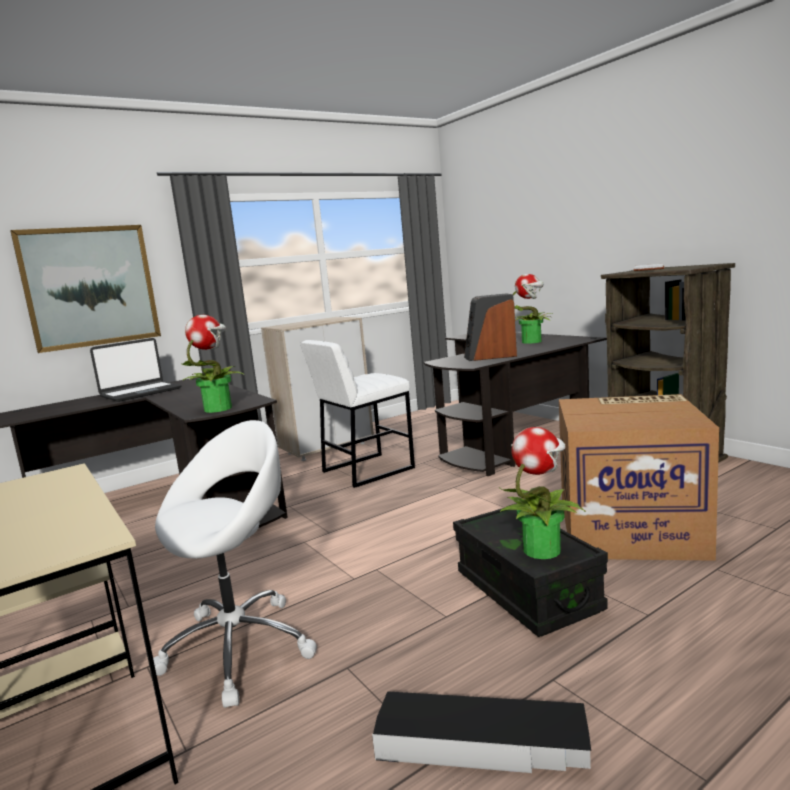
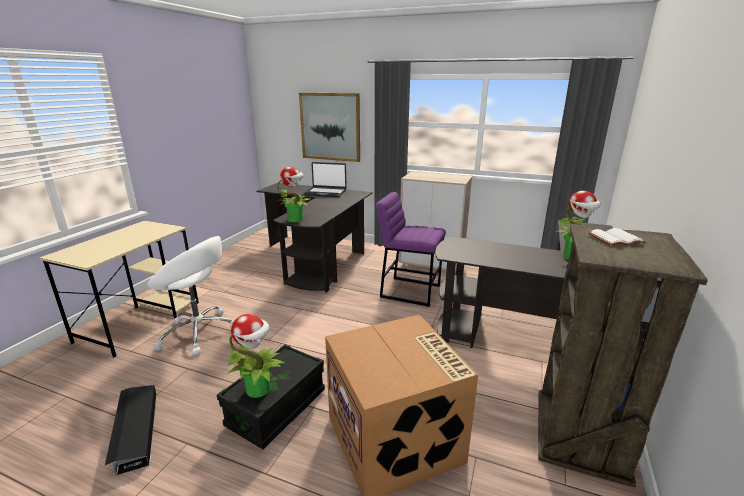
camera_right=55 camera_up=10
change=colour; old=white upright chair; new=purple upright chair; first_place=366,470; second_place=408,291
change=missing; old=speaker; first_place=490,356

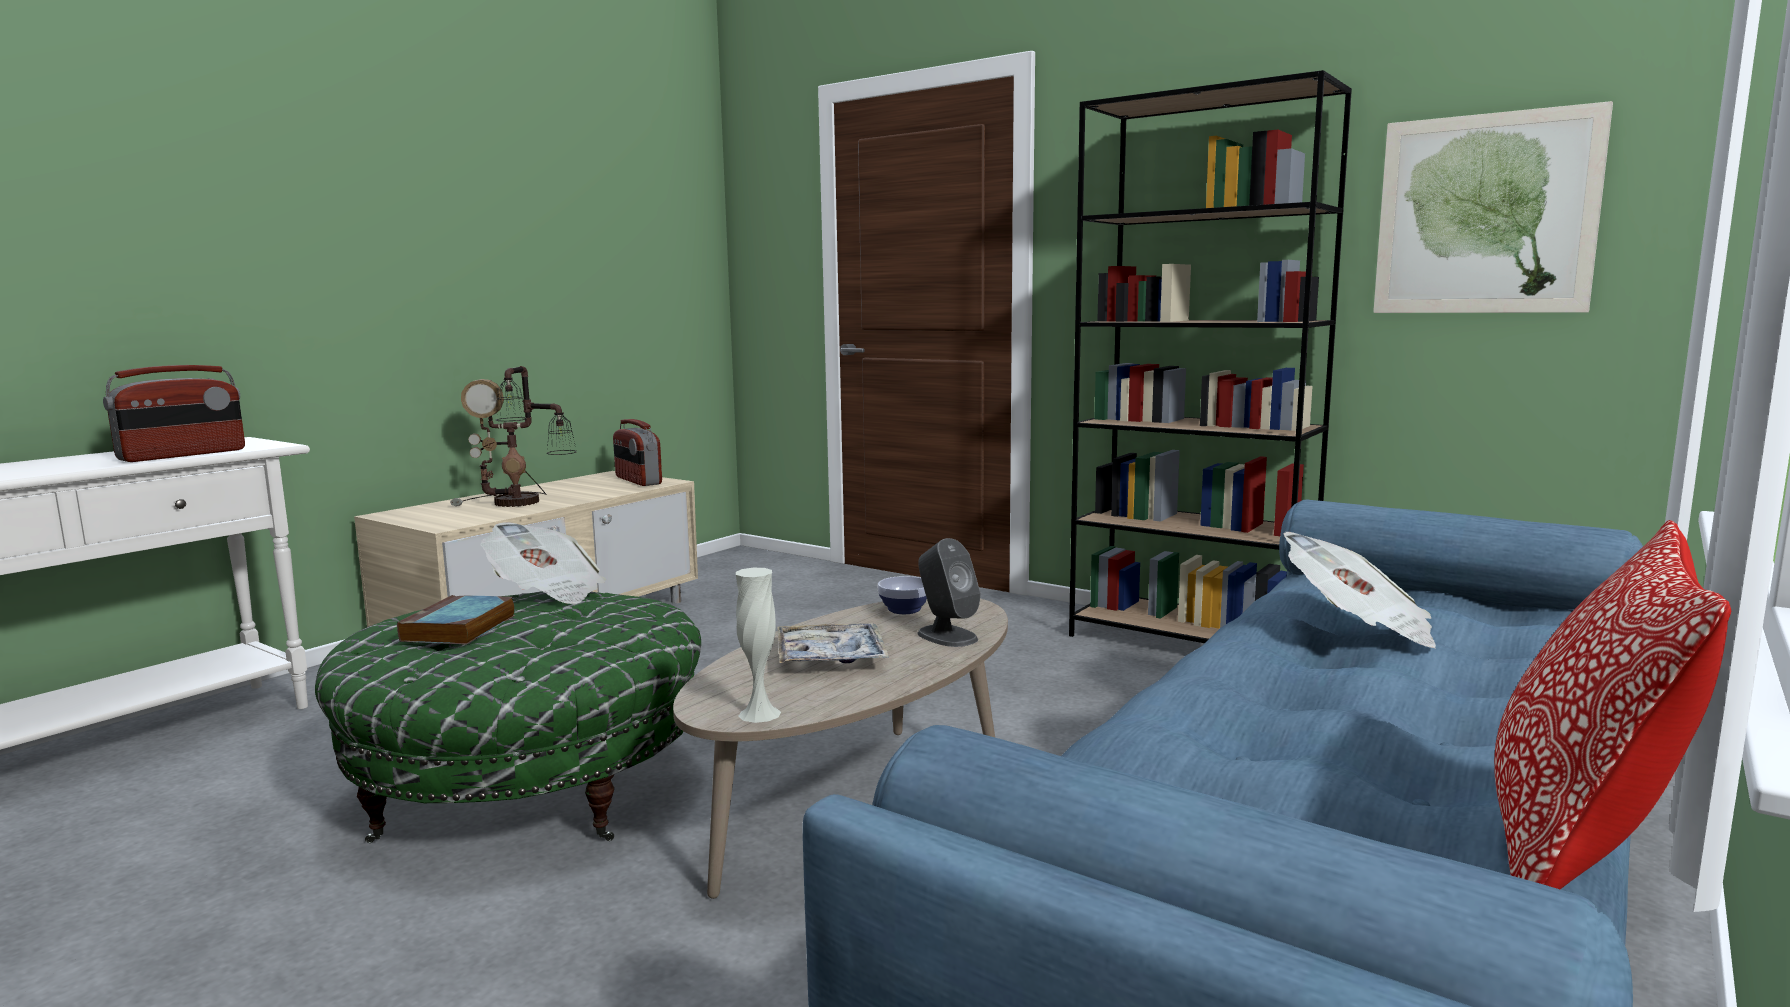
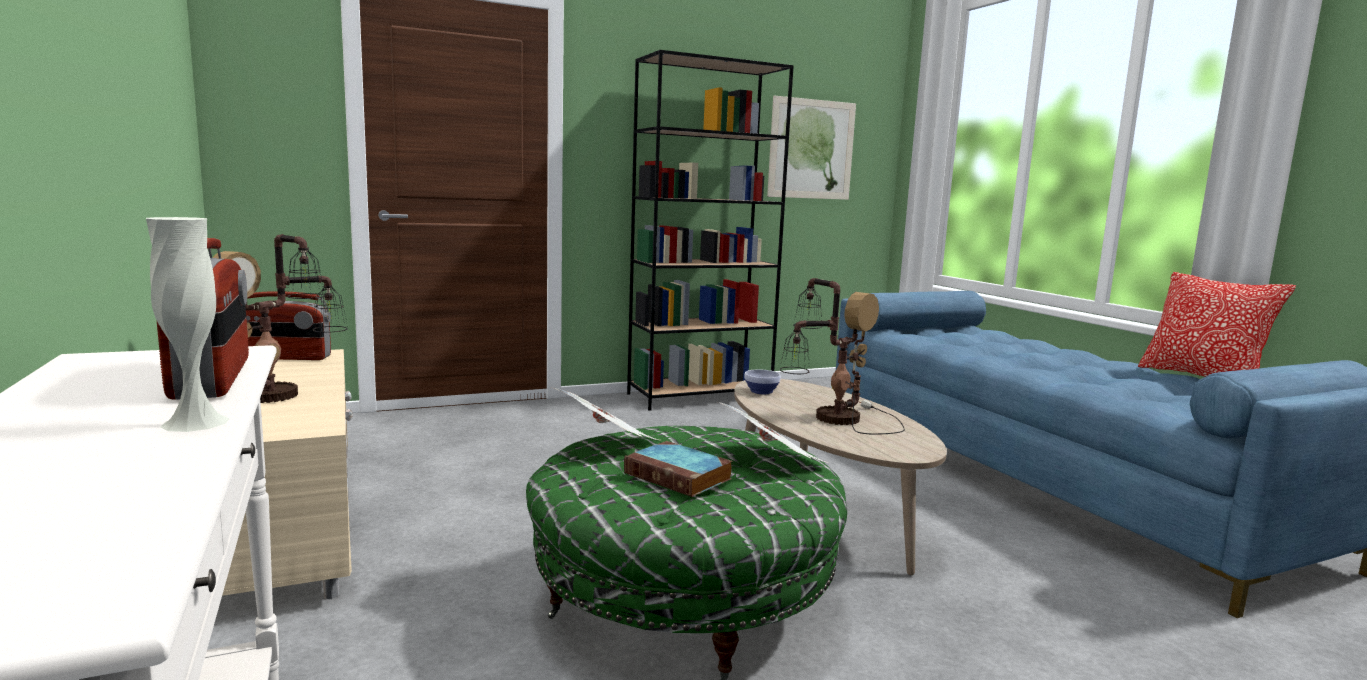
camera_right=-60 camera_up=0
change=relocated; old=white flower vase; first_place=759,714; second_place=195,422
change=relocated; old=daily paper; first_place=1359,628; second_place=771,461
change=exchanged; old=serving tray; new=lamp for a table; first_place=830,657; second_place=834,419
change=missing; old=gray speaker; first_place=946,636

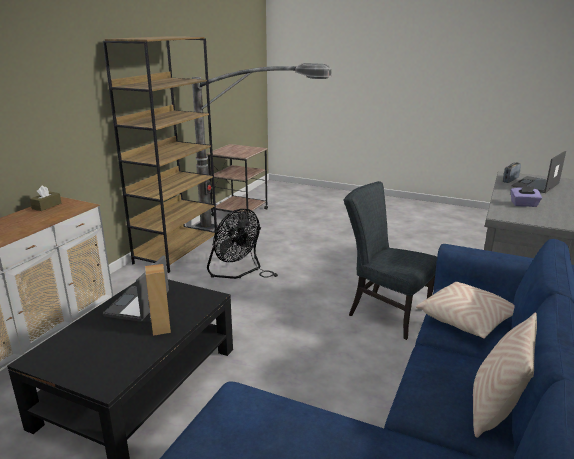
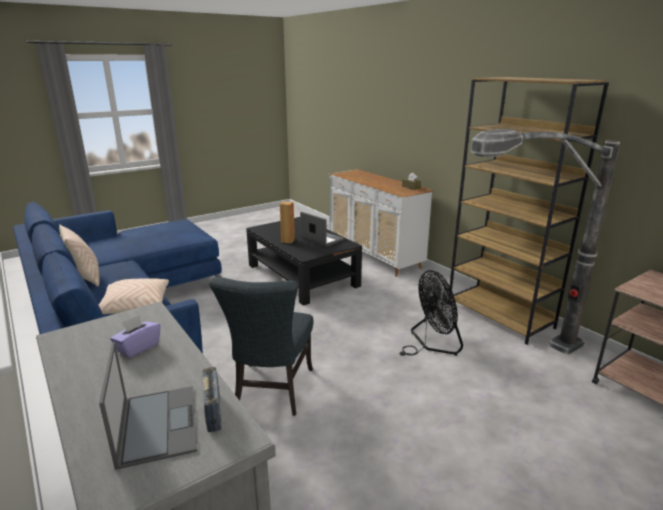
camera_right=120 camera_up=0
change=spun; old=gray upright chair; first_place=384,312; second_place=271,392; degrees=120

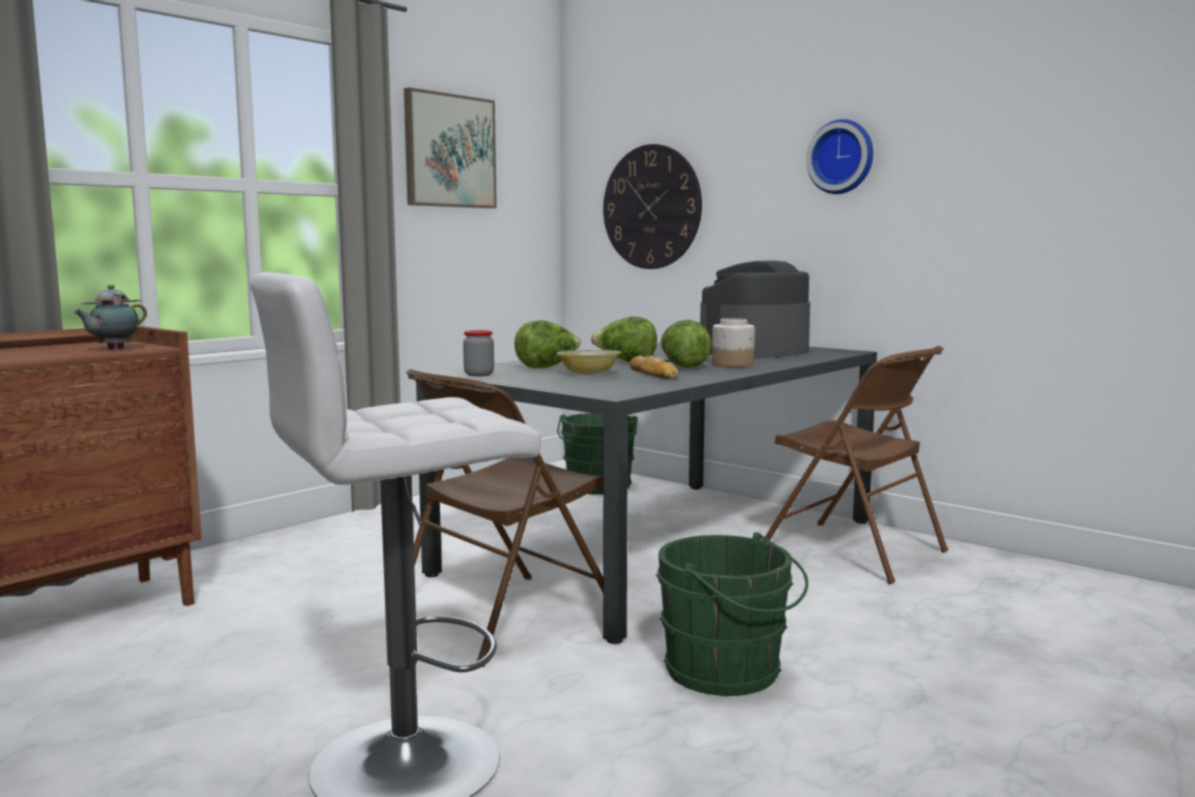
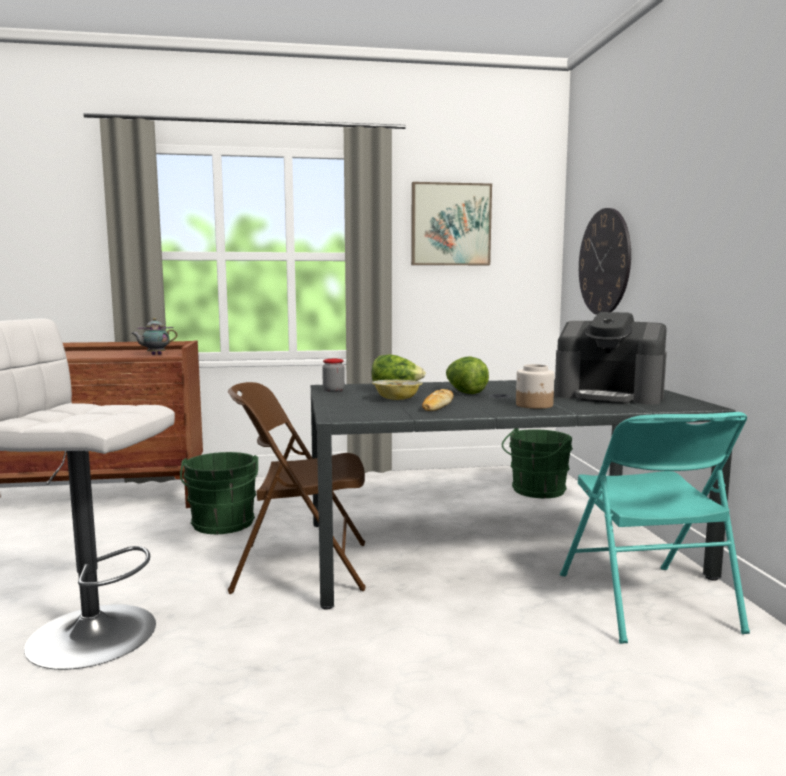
camera_right=40 camera_up=0
change=relocated; old=green-coloured pail; first_place=728,673; second_place=222,525
change=spun; old=coffee brewer; first_place=754,351; second_place=609,396; degrees=-150
change=colour; old=brownish upright chair; new=blue-green upright chair; first_place=852,551; second_place=645,602
change=missing; old=lettuce head; first_place=683,366
change=missing; old=hanging clock; first_place=842,157

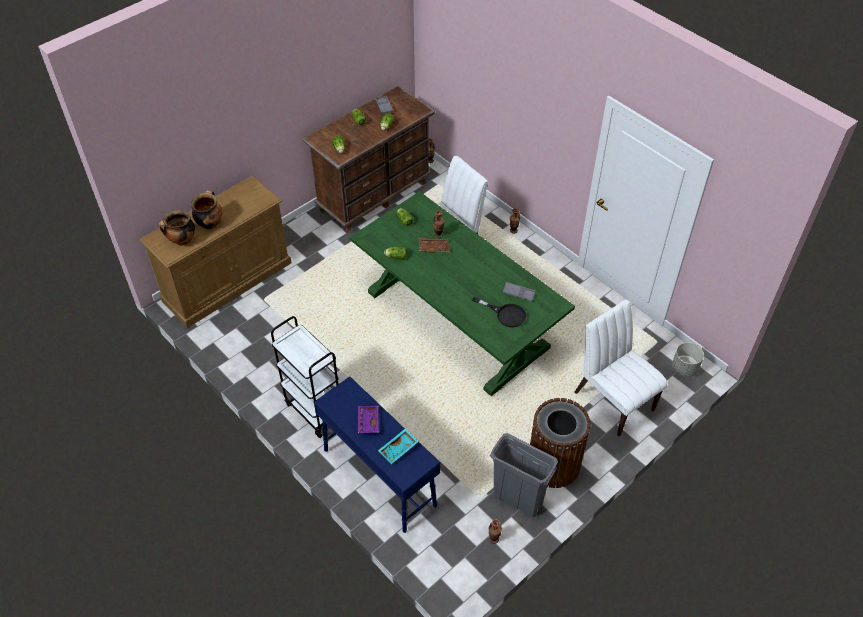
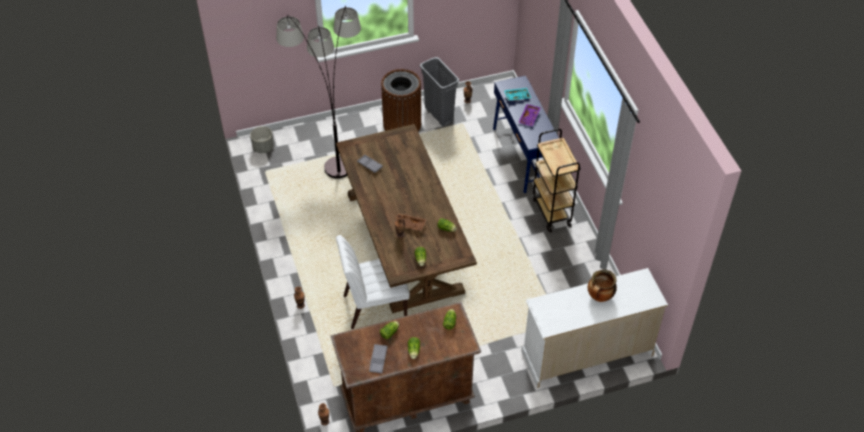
camera_right=-155 camera_up=0
change=exchanged; old=white upright chair; new=standing lamp; first_place=614,402; second_place=331,145
change=colour; old=green-coloured dining table; new=brownish dining table; first_place=457,320; second_place=403,242
change=colour; old=brownish storage cabinet; new=white storage cabinet; first_place=228,281; second_place=586,352
change=colour; old=white trolley; new=brownish trolley; first_place=313,413; second_place=552,213
change=missing; old=saucepot; first_place=182,241
change=missing; old=black skillet; first_place=505,314

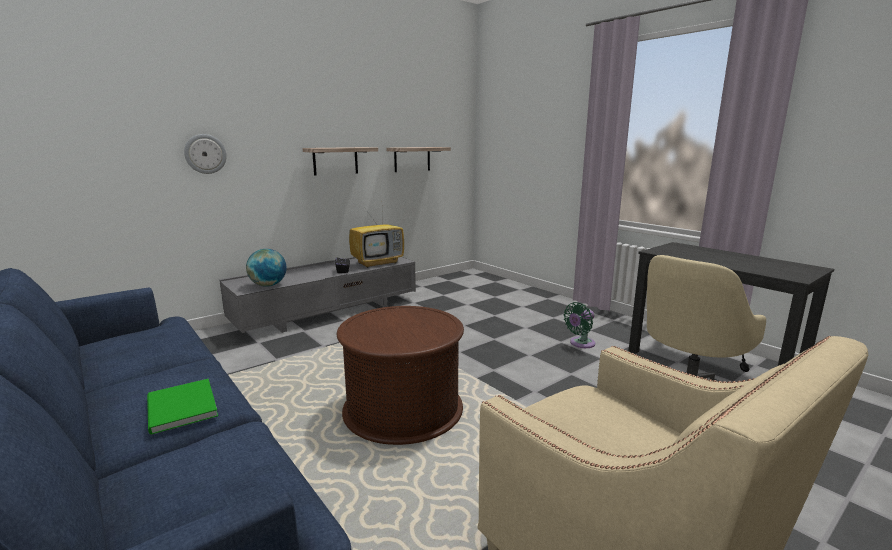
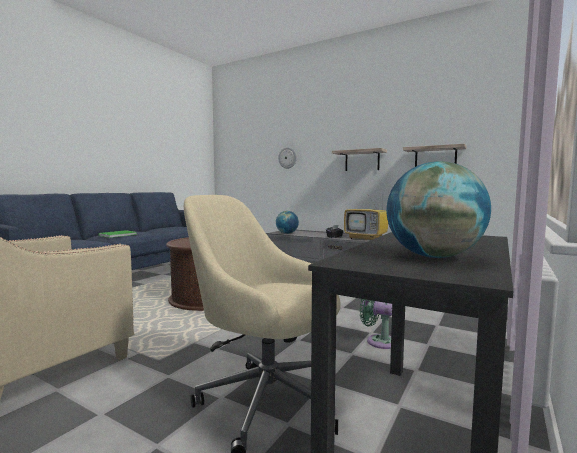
camera_right=70 camera_up=-10
change=appeared; new=desk globe; second_place=434,257

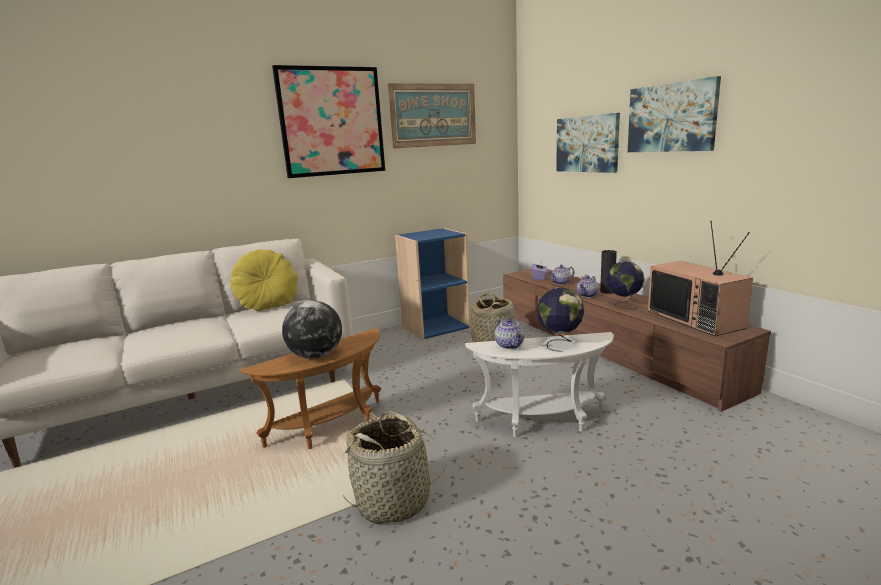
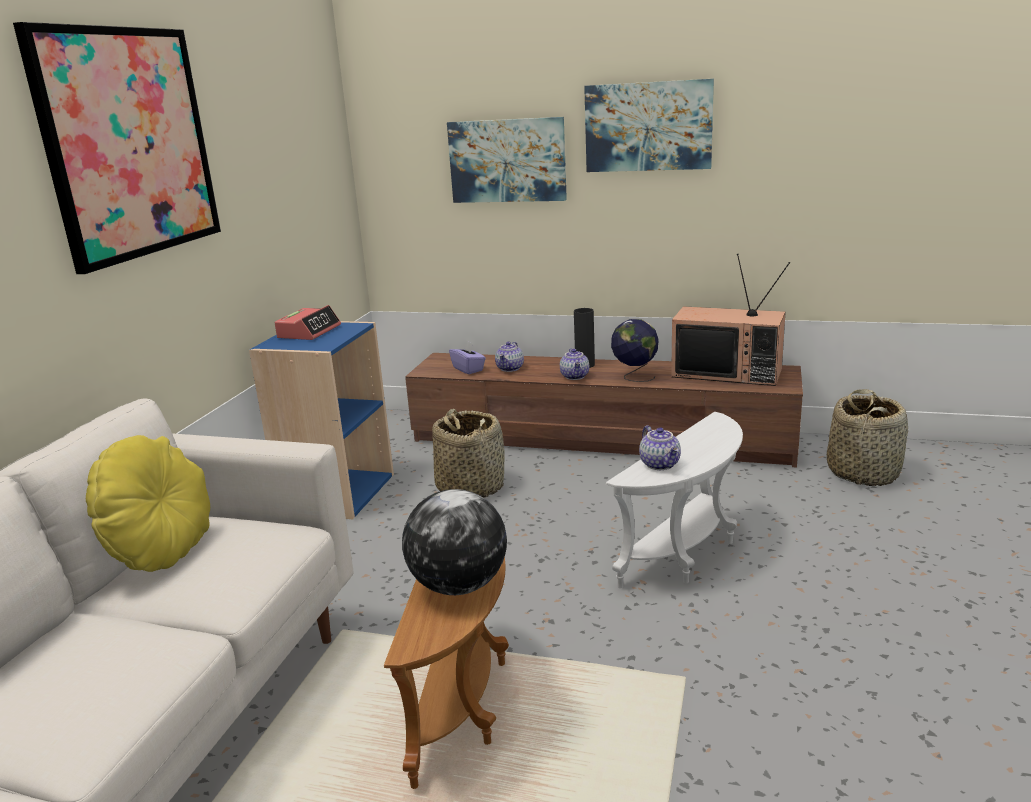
camera_right=-45 camera_up=5
change=appeared; new=alarm clock; second_place=309,332
change=spun; old=teapot; first_place=510,345; second_place=661,464; degrees=45
change=relocated; old=household basket; first_place=394,501; second_place=863,472
change=missing; old=picture; first_place=433,115
change=missing; old=desk globe; first_place=559,343

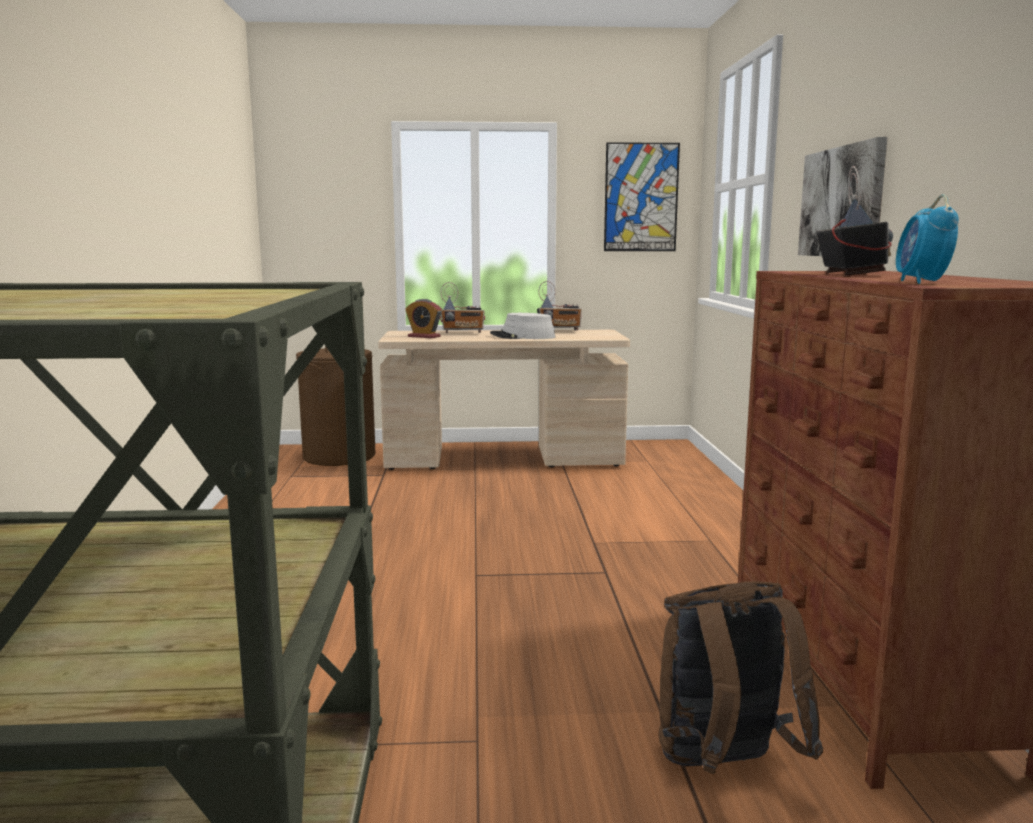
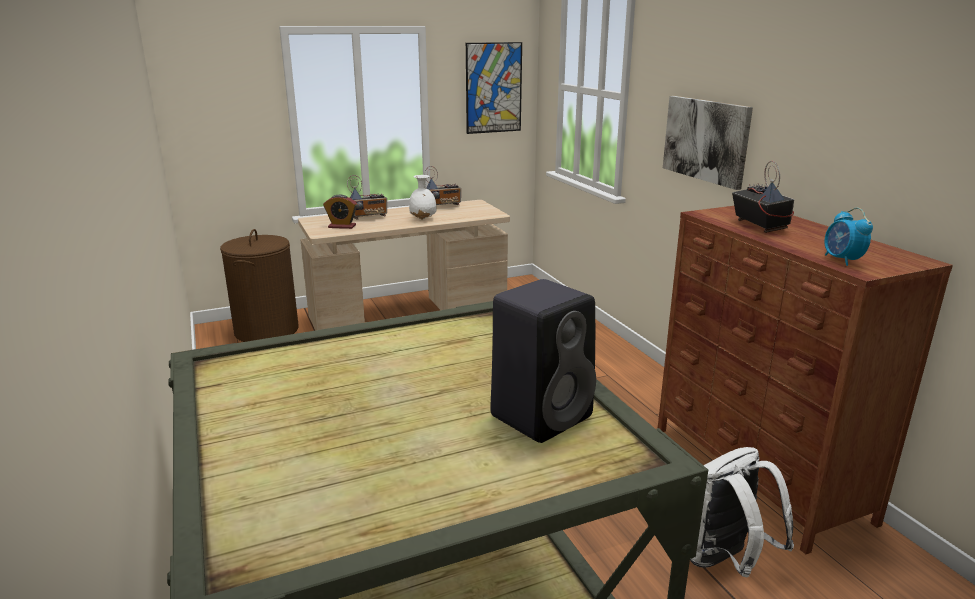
camera_right=-20 camera_up=10
change=exchanged; old=gray hat; new=white flower vase; first_place=522,337; second_place=423,219
change=appeared; new=black speaker; second_place=542,414
change=colour; old=brownish rucksack; new=white rucksack; first_place=723,766; second_place=725,561

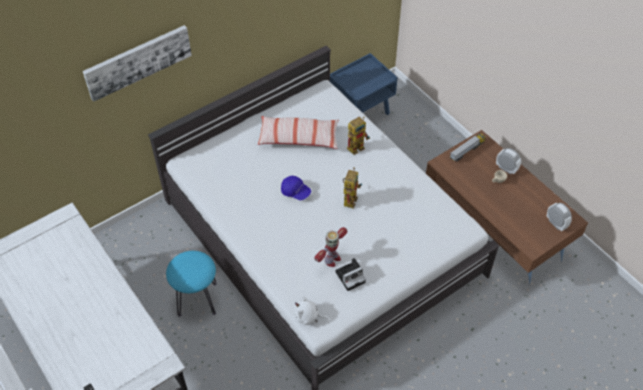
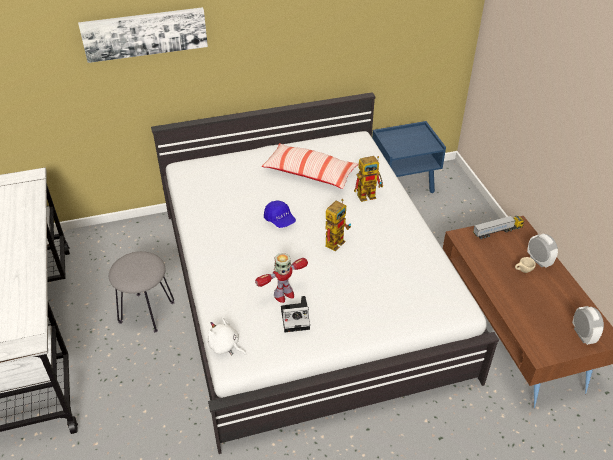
camera_right=20 camera_up=-10
change=colour; old=blue-green stool seat; new=gray stool seat; first_place=197,299; second_place=147,312

